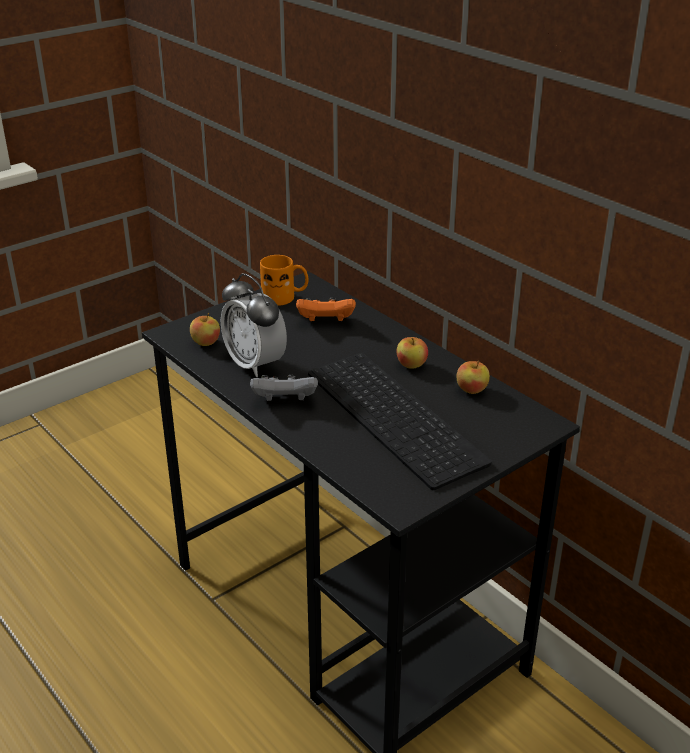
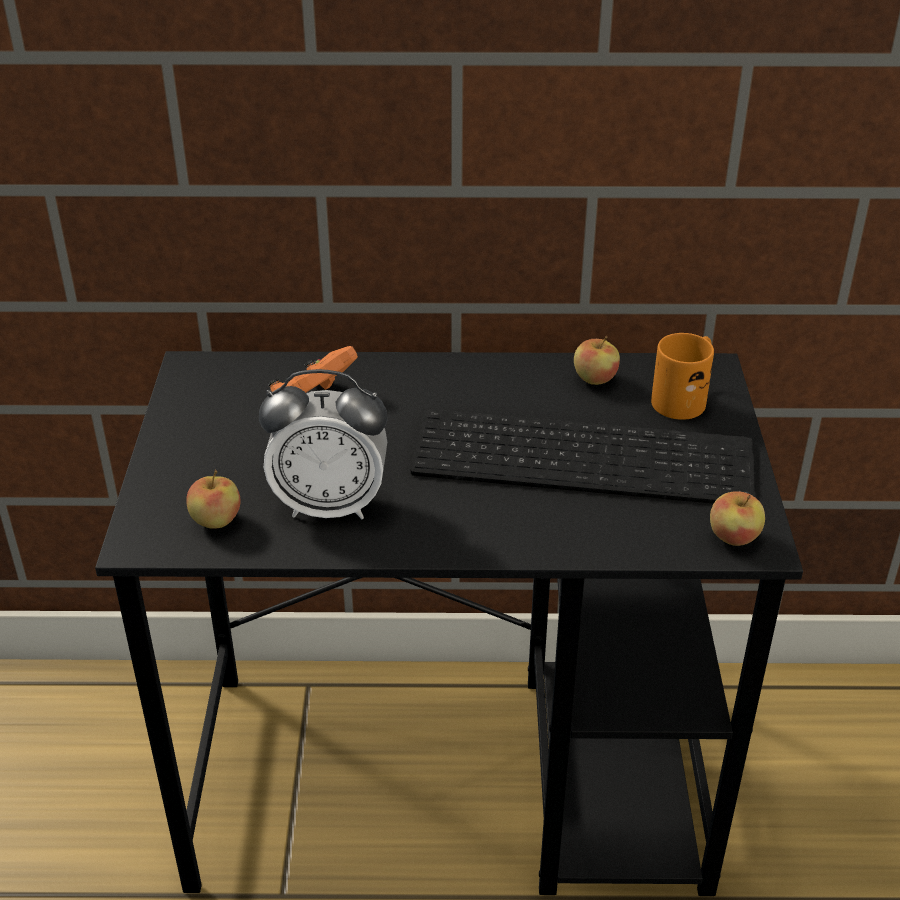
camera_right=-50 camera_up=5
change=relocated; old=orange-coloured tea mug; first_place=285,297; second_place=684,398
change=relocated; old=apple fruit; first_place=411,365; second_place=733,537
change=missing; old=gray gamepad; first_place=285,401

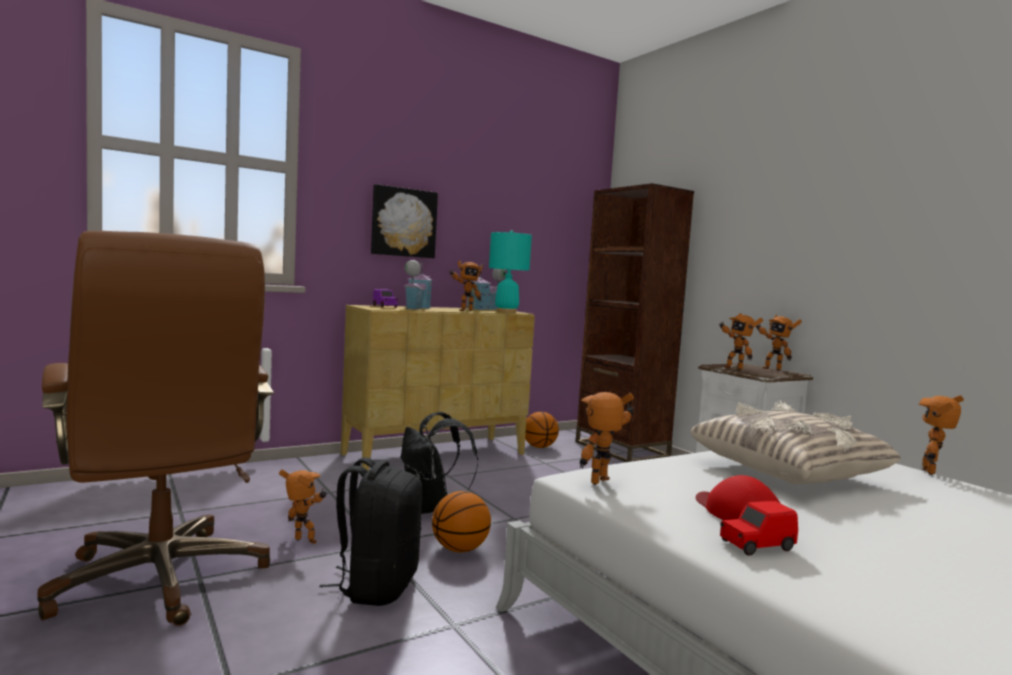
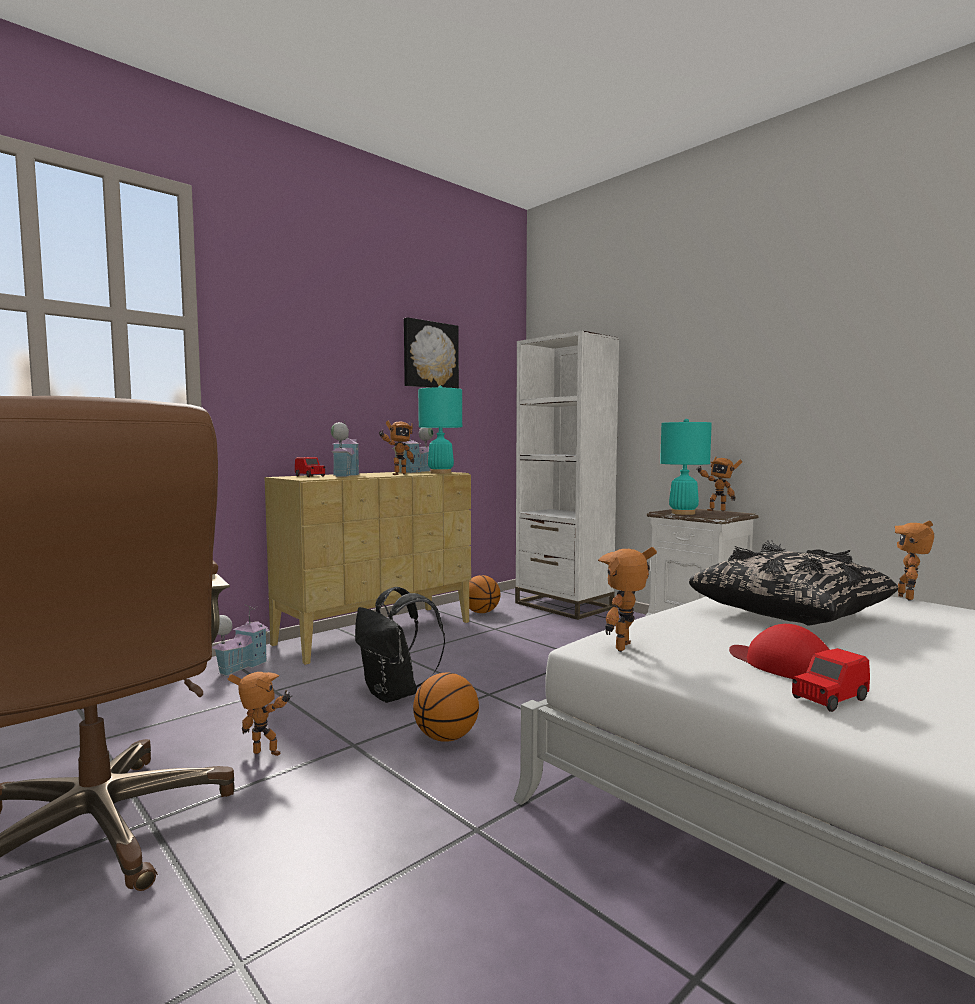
camera_right=-10 camera_up=0
change=appeared; new=toy house; second_place=241,666
change=colour; old=purple miniature car; new=red miniature car; first_place=384,307; second_place=310,476
change=relocated; old=picture; first_place=403,222; second_place=429,355
change=colour; old=brownish shelving unit; new=white shelving unit; first_place=621,449; second_place=563,606
change=exchanged; old=model robot; new=blue-green lamp for a table; first_place=734,368; second_place=683,513
change=colour; old=beige throw pillow; new=black throw pillow; first_place=787,473; second_place=790,615
change=missing; old=black rucksack; first_place=376,586

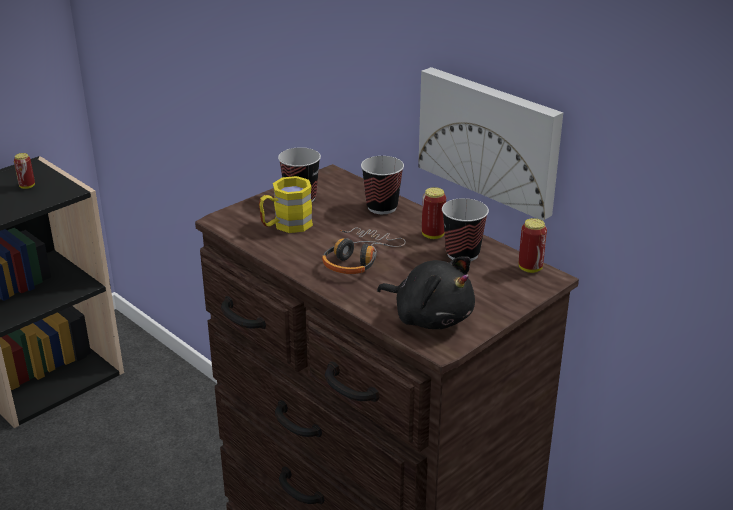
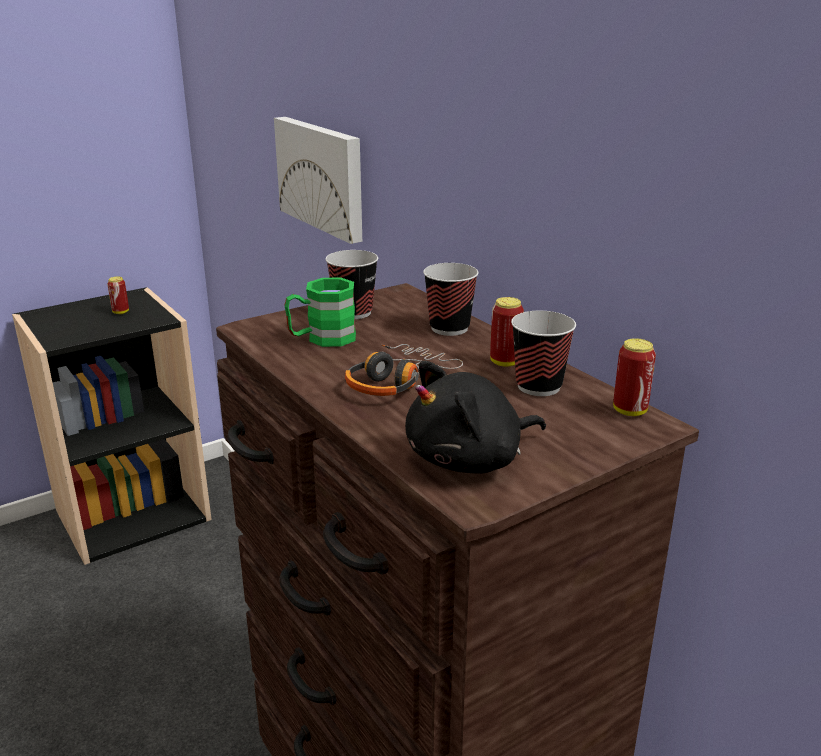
camera_right=10 camera_up=-5
change=relocated; old=picture; first_place=490,139; second_place=323,176
change=colour; old=yellow-coloured tea mug; new=green-coloured tea mug; first_place=286,226; second_place=322,339
change=spun; old=black soft toy; first_place=430,317; second_place=470,460; degrees=105

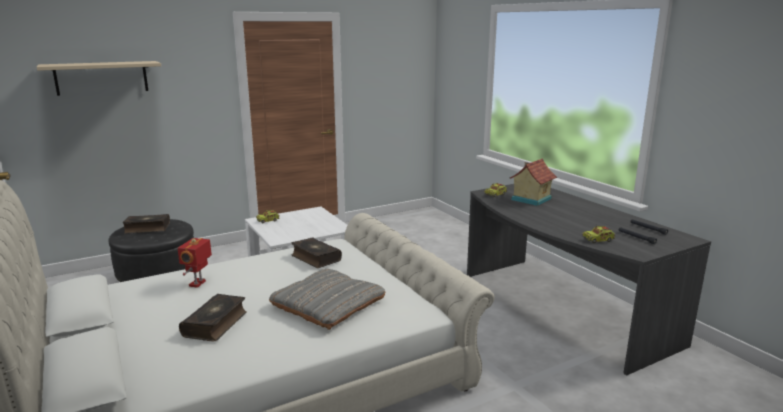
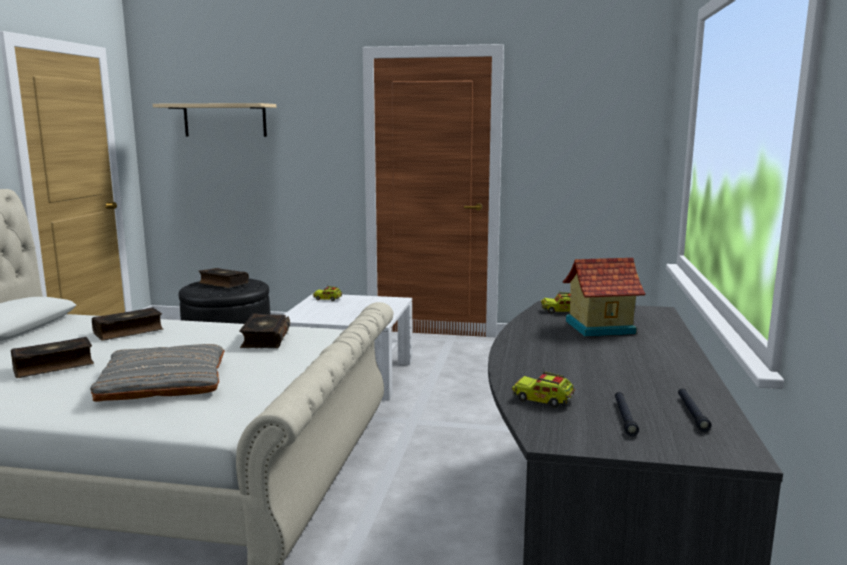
camera_right=40 camera_up=-5
change=exchanged; old=model robot; new=volume; first_place=198,283; second_place=129,331

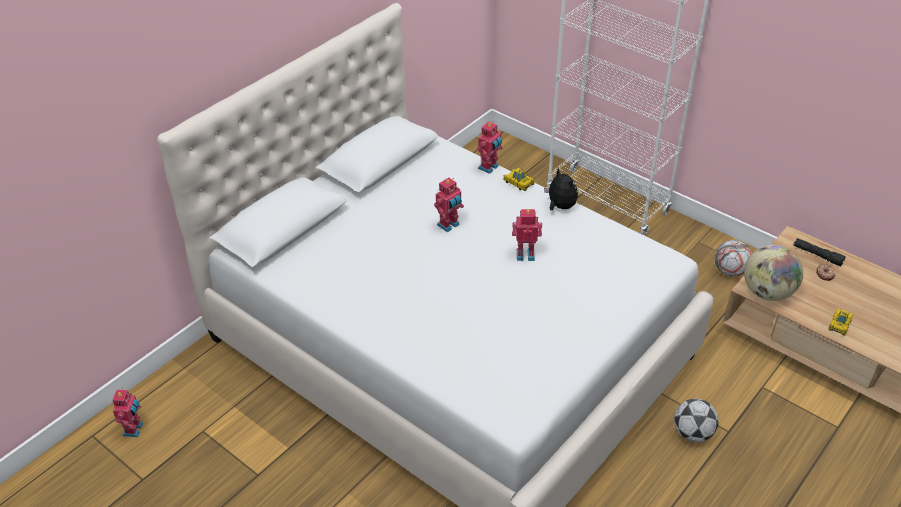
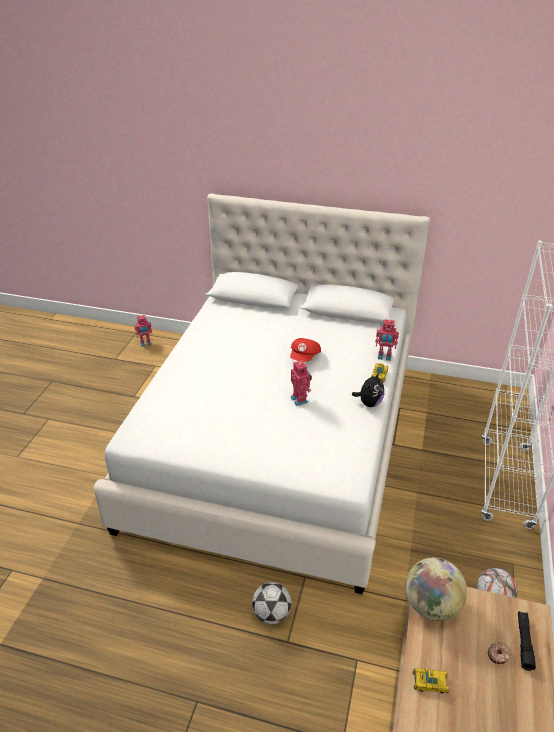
camera_right=65 camera_up=-5
change=exchanged; old=model robot; new=red peaked cap; first_place=449,225; second_place=305,357

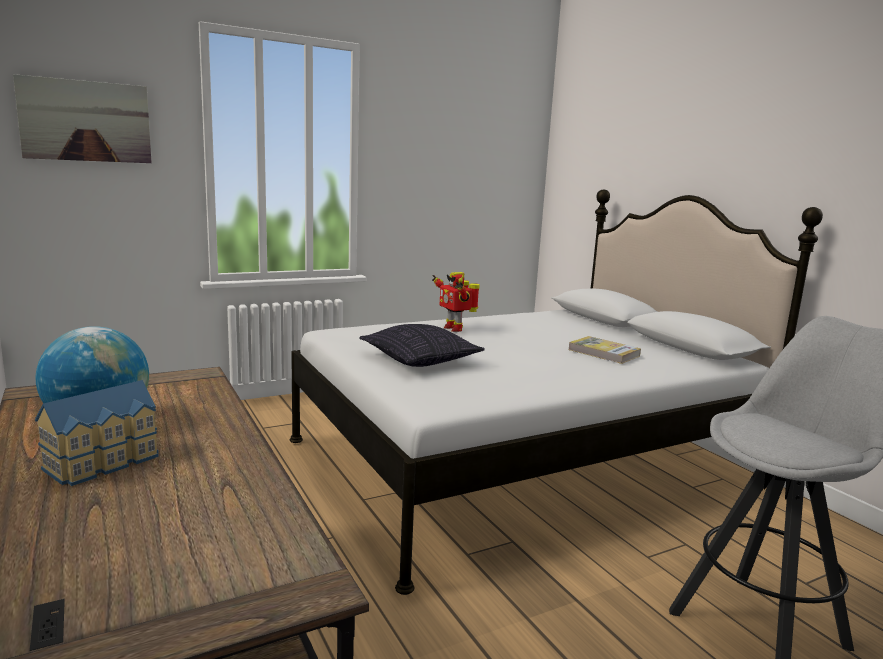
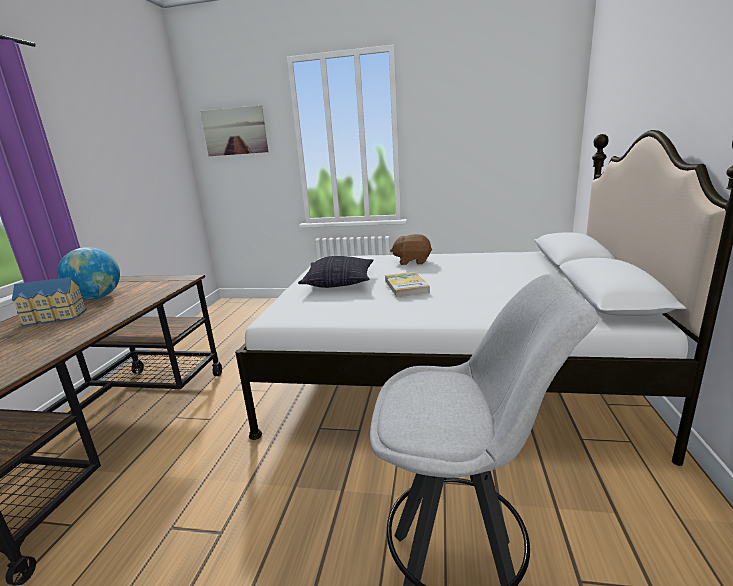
camera_right=40 camera_up=5
change=relocated; old=volume; first_place=603,353; second_place=406,287
change=exchanged; old=model robot; new=brownish soft toy; first_place=454,328; second_place=412,261

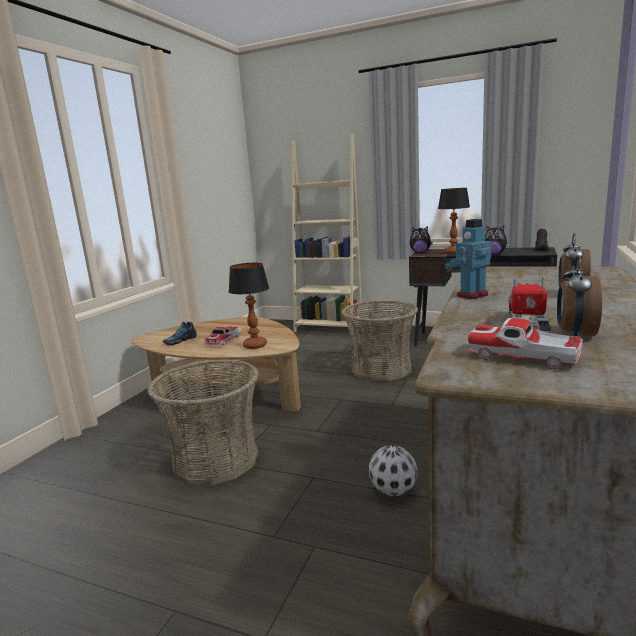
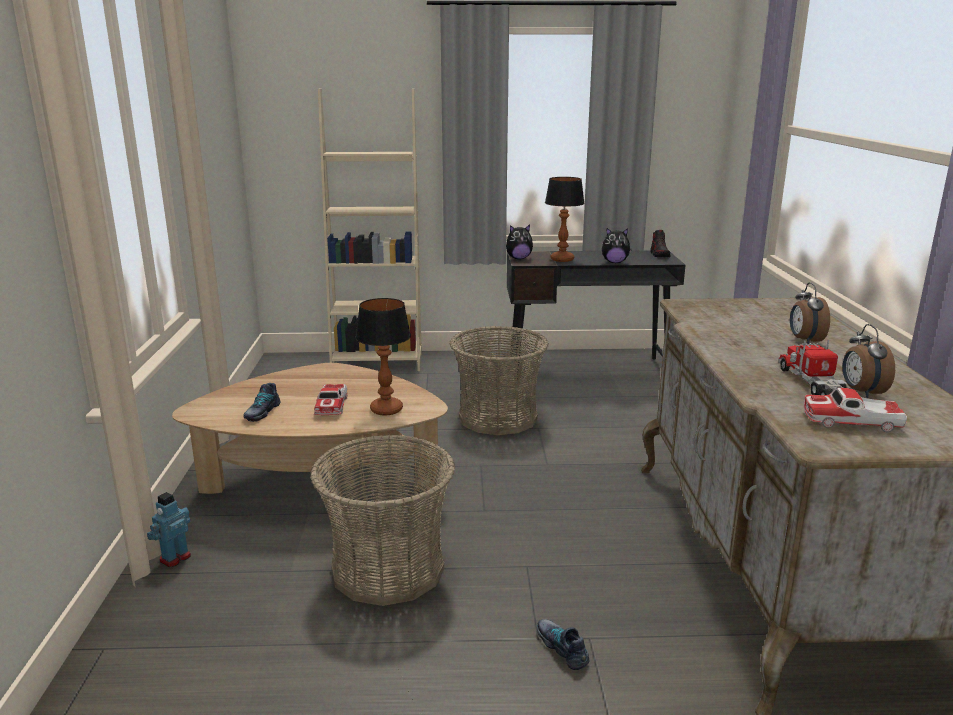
camera_right=-25 camera_up=5
change=relocated; old=model robot; first_place=471,295; second_place=174,558
change=appeared; new=item of footwear; second_place=562,648
change=missing; old=football ball; first_place=392,491

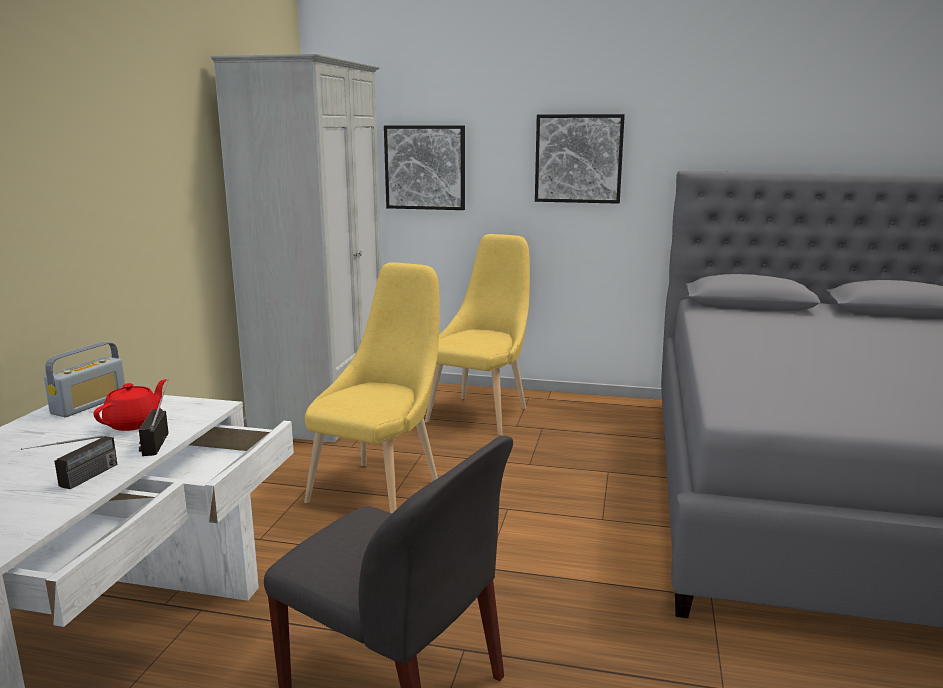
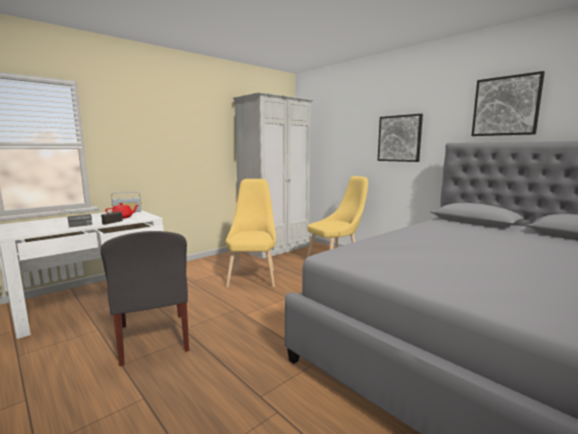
camera_right=35 camera_up=-5
change=spun; old=yellow-coloured upright chair; first_place=380,488; second_place=253,277; degrees=-60
change=relocated; old=picture; first_place=425,167; second_place=506,106

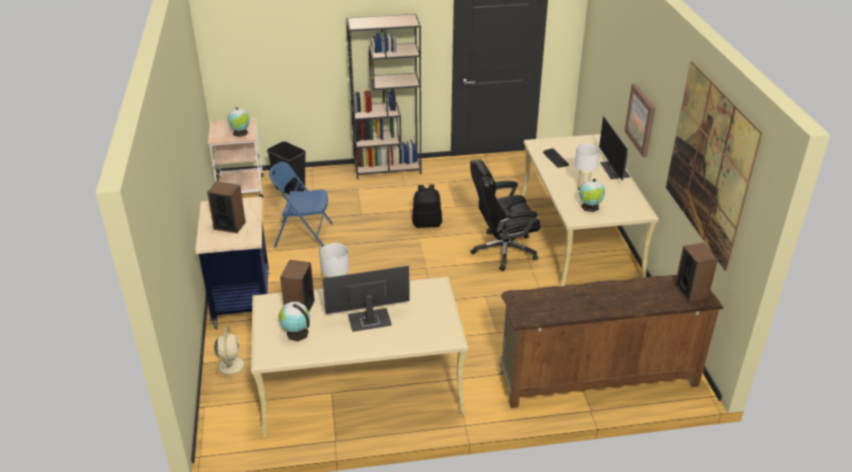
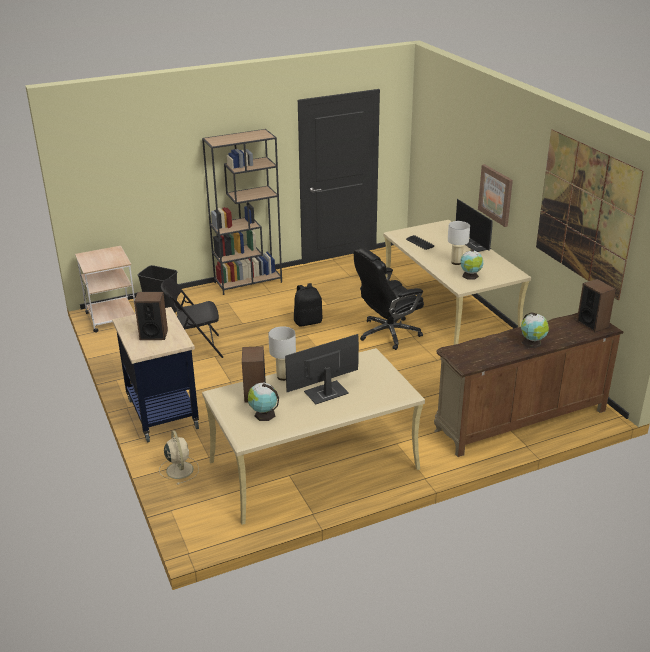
camera_right=-15 camera_up=-5
change=colour; old=blue upright chair; new=black upright chair; first_place=304,235; second_place=195,349
change=relocated; old=desk globe; first_place=240,133; second_place=532,343

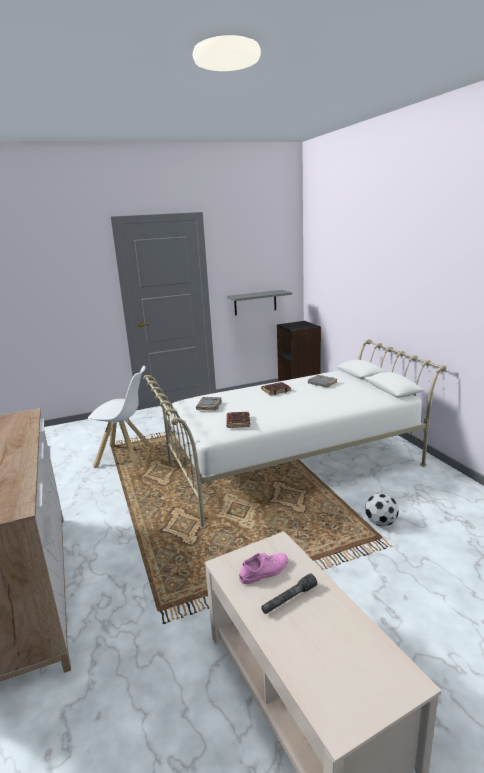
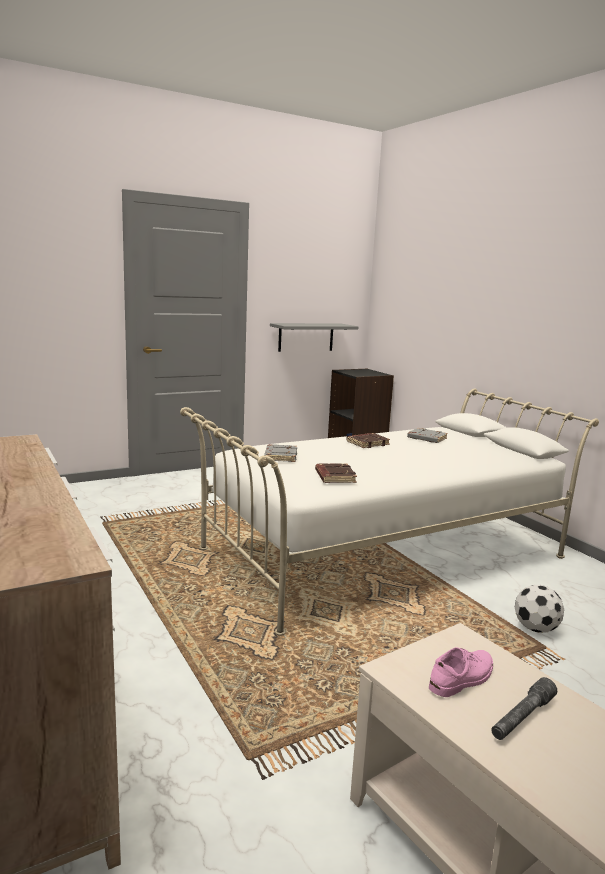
camera_right=-10 camera_up=-5
change=missing; old=white upright chair; first_place=125,456

